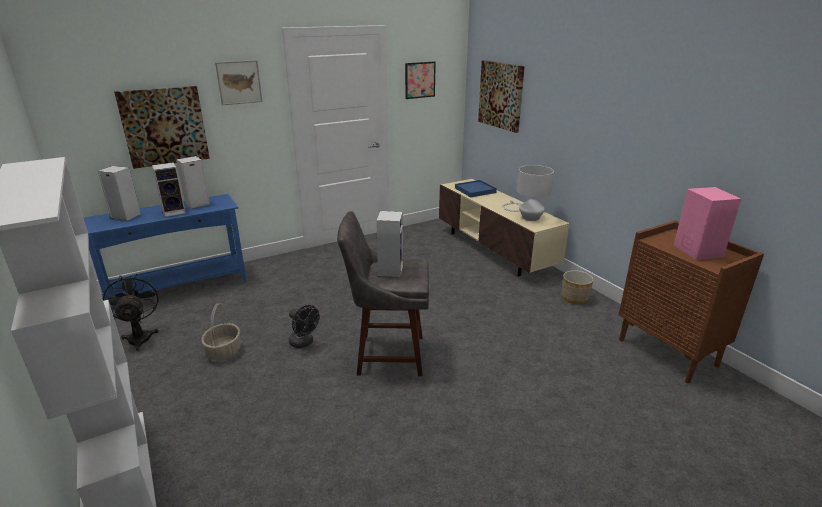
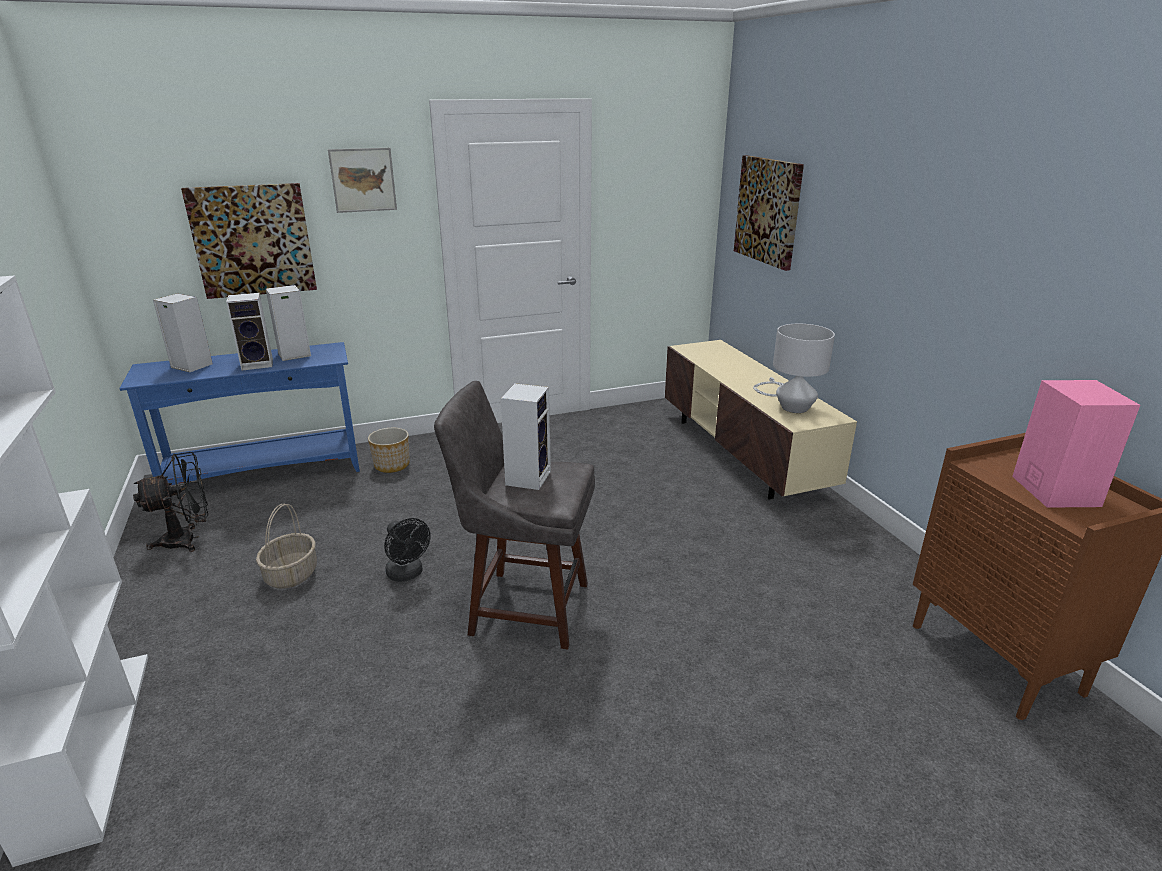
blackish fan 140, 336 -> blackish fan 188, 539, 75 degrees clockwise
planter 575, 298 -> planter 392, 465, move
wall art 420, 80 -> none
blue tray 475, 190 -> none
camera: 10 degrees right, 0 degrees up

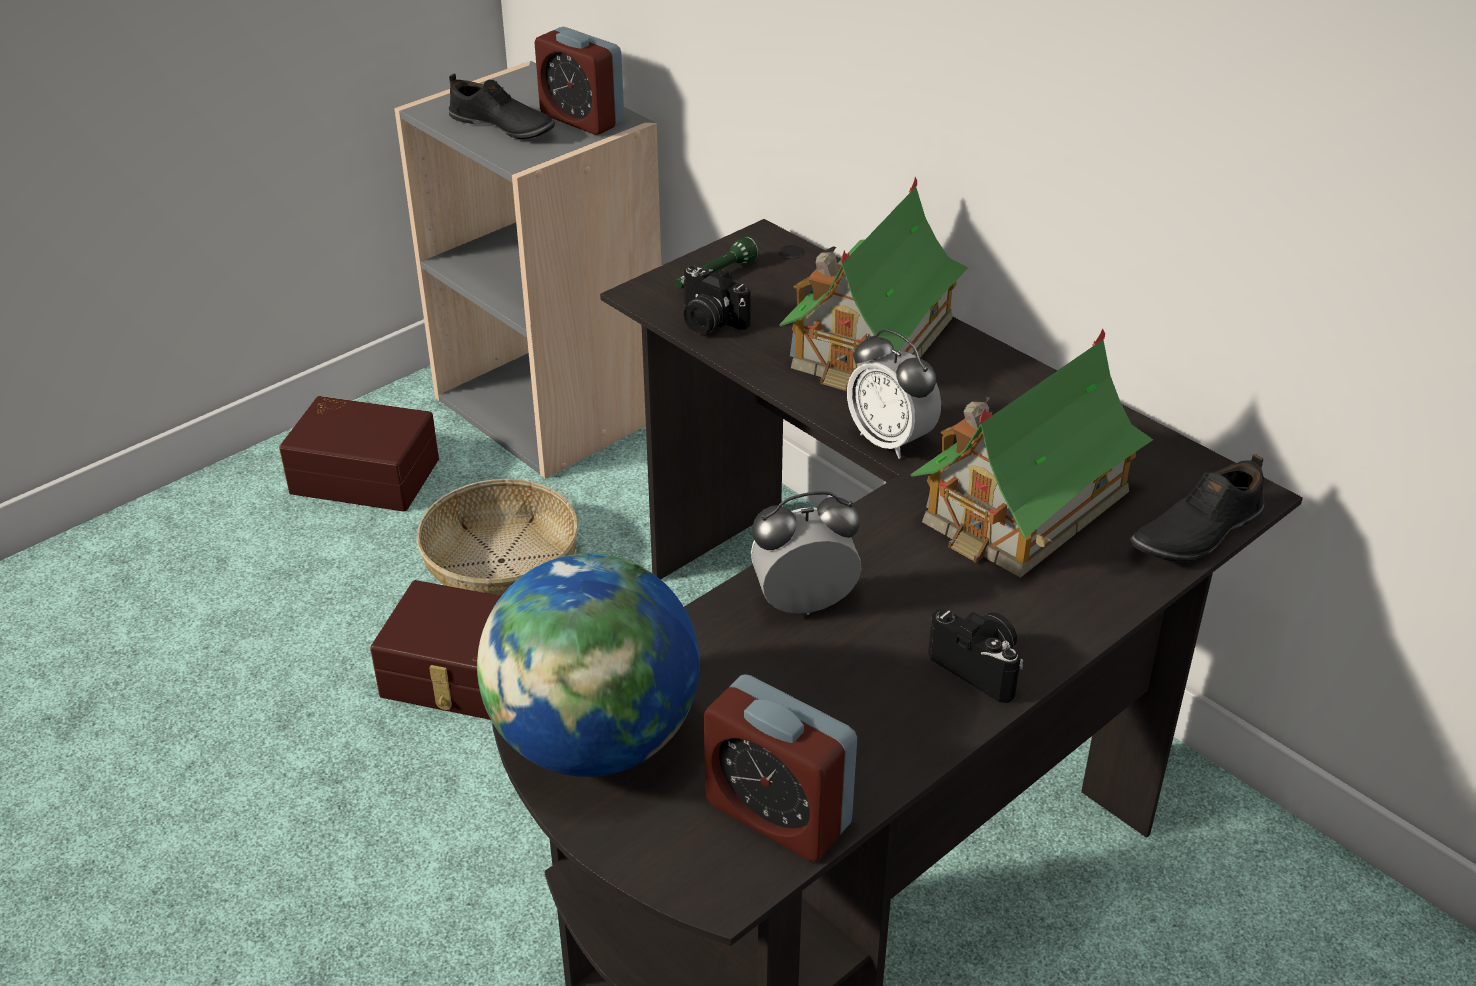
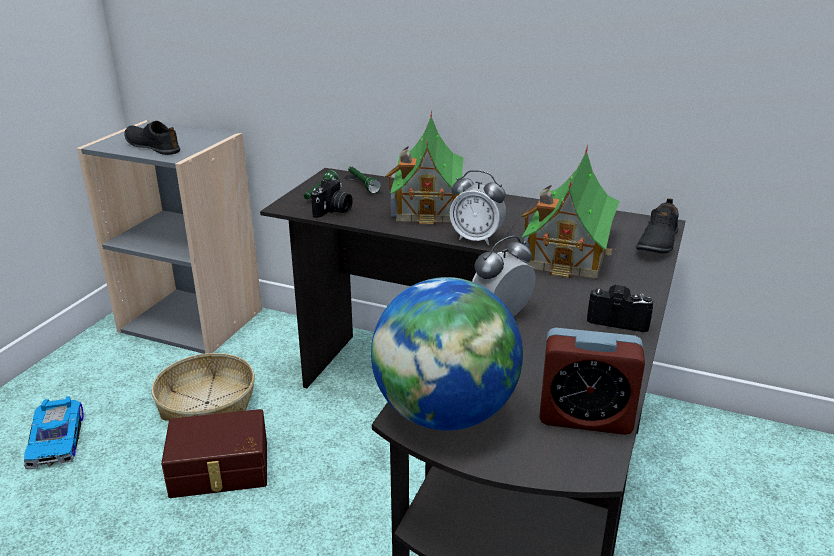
none -> model car 58, 440
blackish item of footwear 502, 127 -> blackish item of footwear 152, 146, 150 degrees counterclockwise
still camera 709, 322 -> still camera 333, 211, 75 degrees counterclockwise
none -> green-coloured hand torch 362, 184
brownish storage container 366, 473 -> none
table clock 582, 119 -> none
camera: 25 degrees left, 10 degrees down

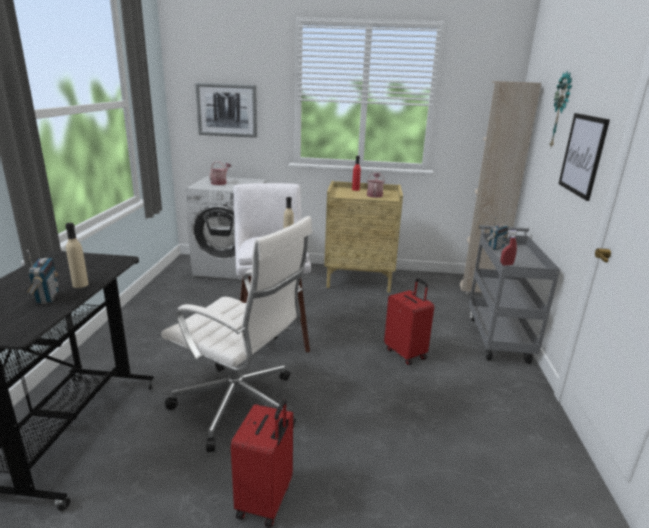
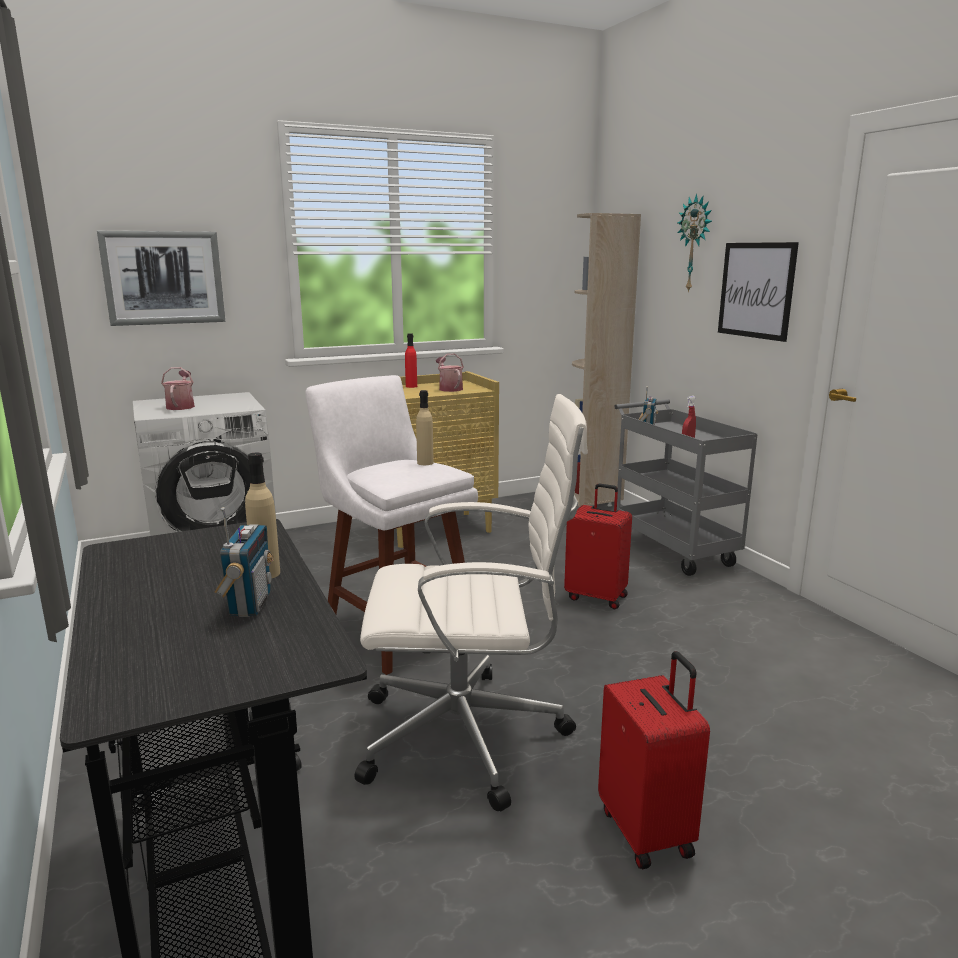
radio 47, 298 -> radio 249, 604, 45 degrees clockwise
camera: 30 degrees left, 5 degrees down

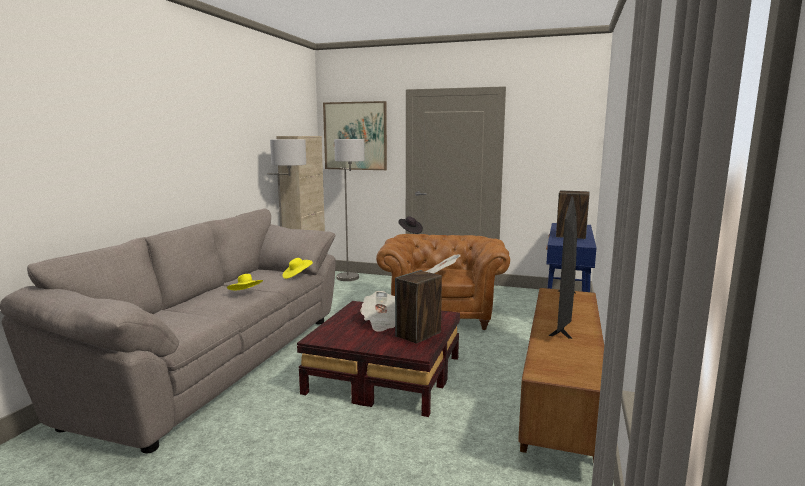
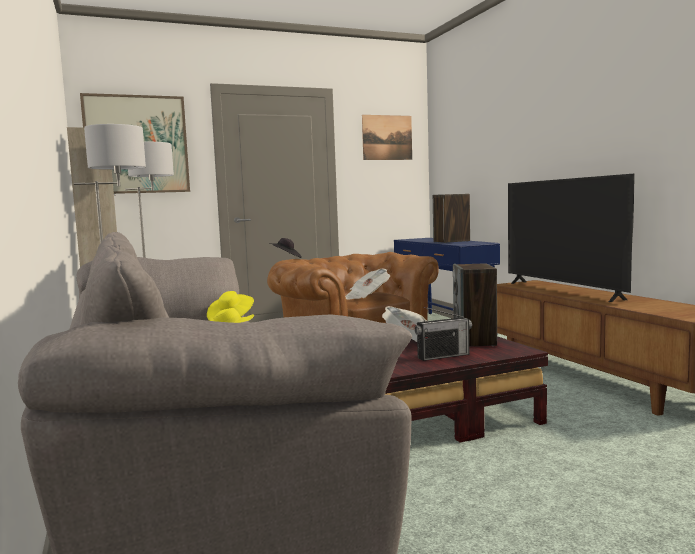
none -> wall art 387, 137
none -> radio 443, 356
camera: 40 degrees left, 5 degrees down

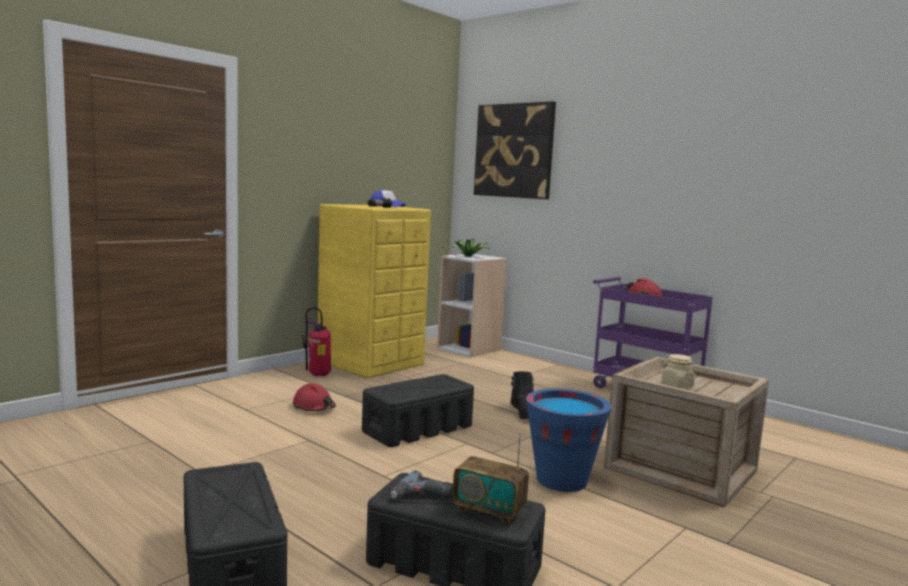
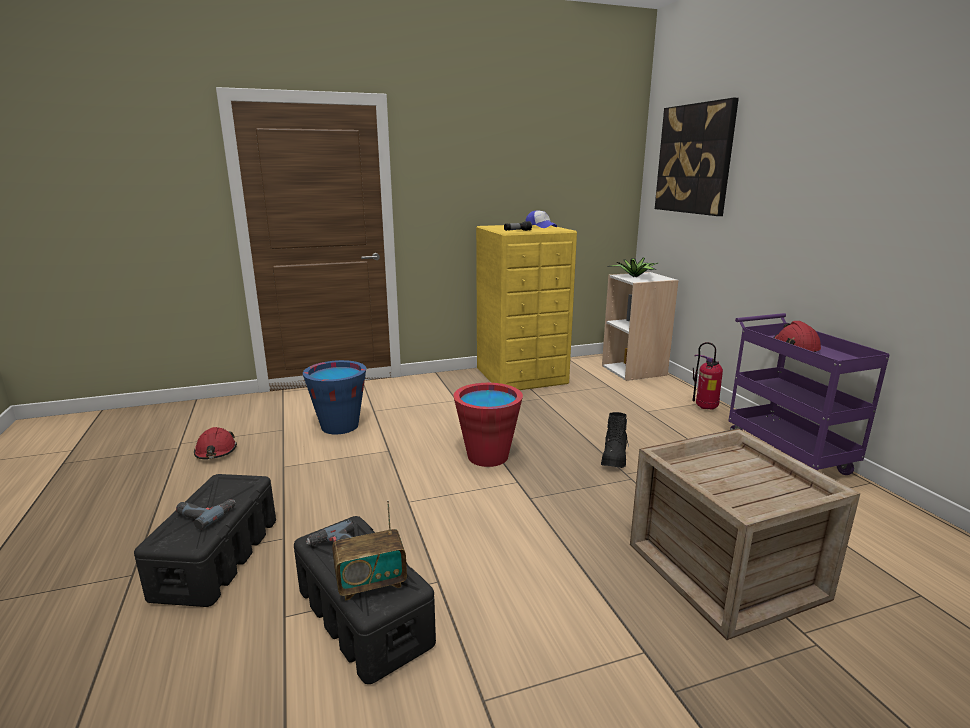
none -> power drill 205, 514
reddish hard hat 314, 407 -> reddish hard hat 216, 452, move
blue bucket 561, 480 -> blue bucket 340, 426, move
radio 489, 511 -> radio 371, 583, 75 degrees counterclockwise
blackish storage container 417, 429 -> reddish bucket 488, 456
fire-fighting cylinder 318, 375 -> fire-fighting cylinder 704, 408, move
sand-coloured jar 676, 385 -> none
camera: 30 degrees right, 10 degrees up

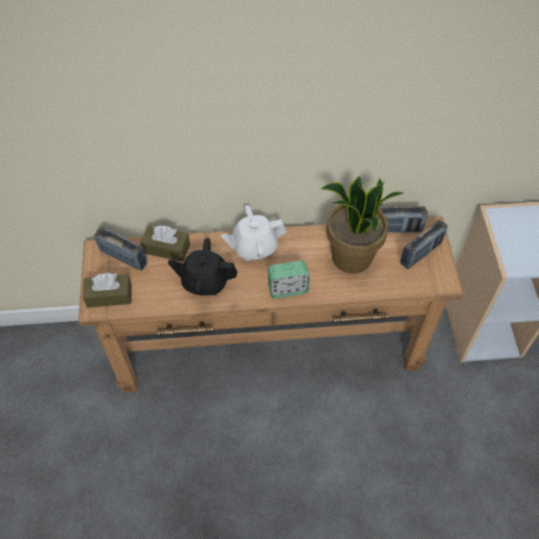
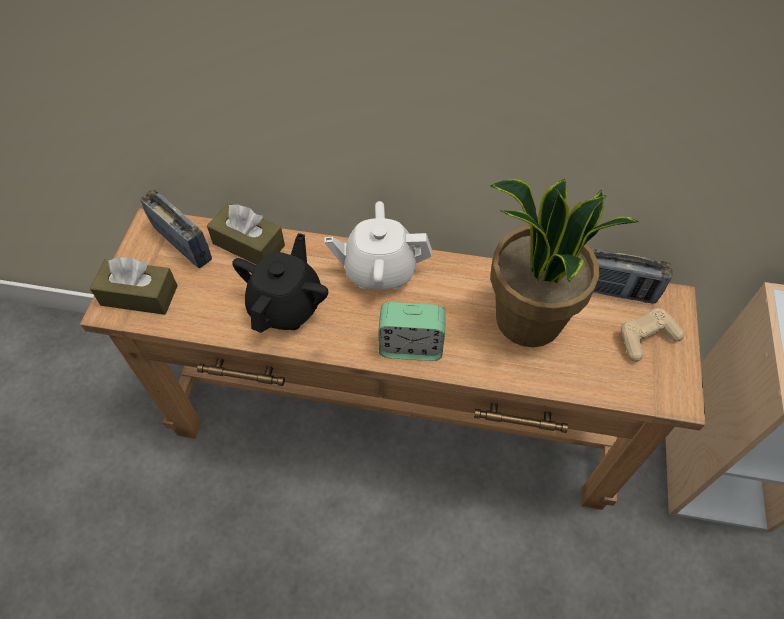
blackish tea pot 205, 281 -> blackish tea pot 286, 306, 90 degrees clockwise
radio 421, 253 -> sand-coloured gamepad 646, 338
camera: 15 degrees right, 0 degrees up

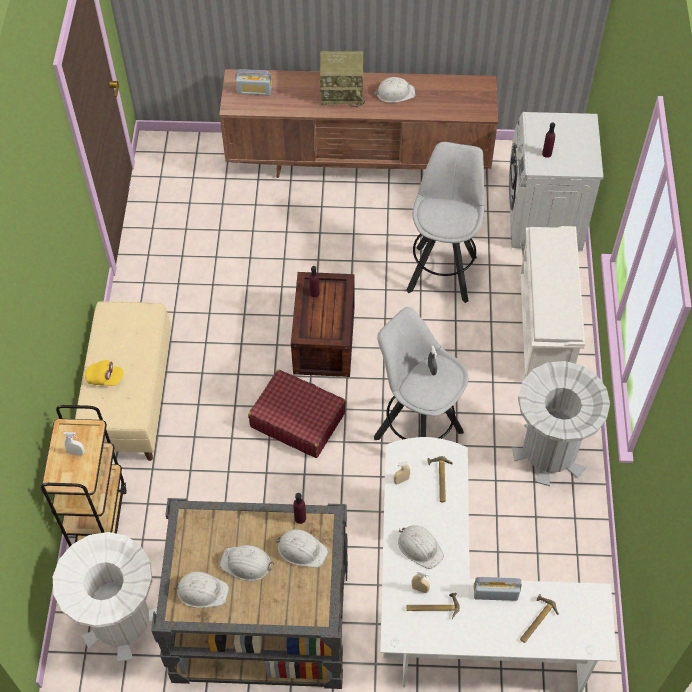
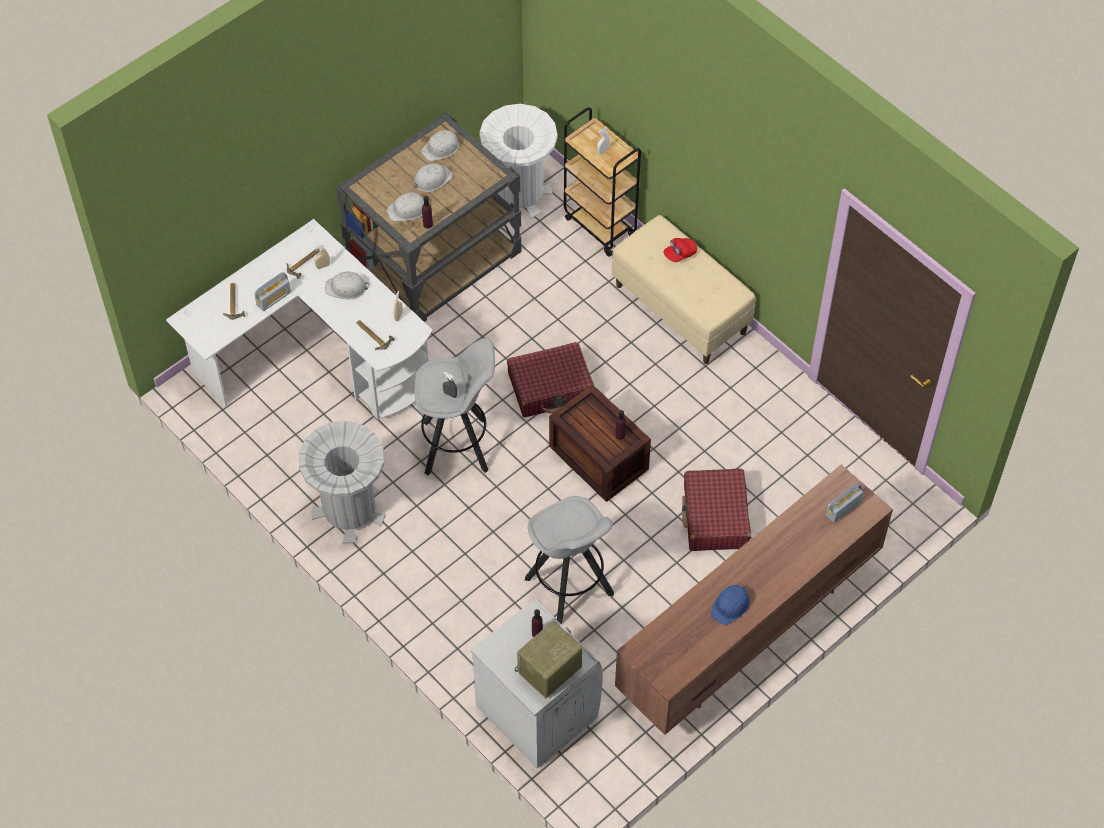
radio 342, 92 -> radio 549, 671, move
yellow-coloured peaked cap 105, 378 -> reddish peaked cap 680, 254
none -> reddish travel case 715, 517
whitish hard hat 395, 93 -> blue hard hat 731, 605
whitish shoe rack 545, 330 -> none
camera: 135 degrees right, 0 degrees up

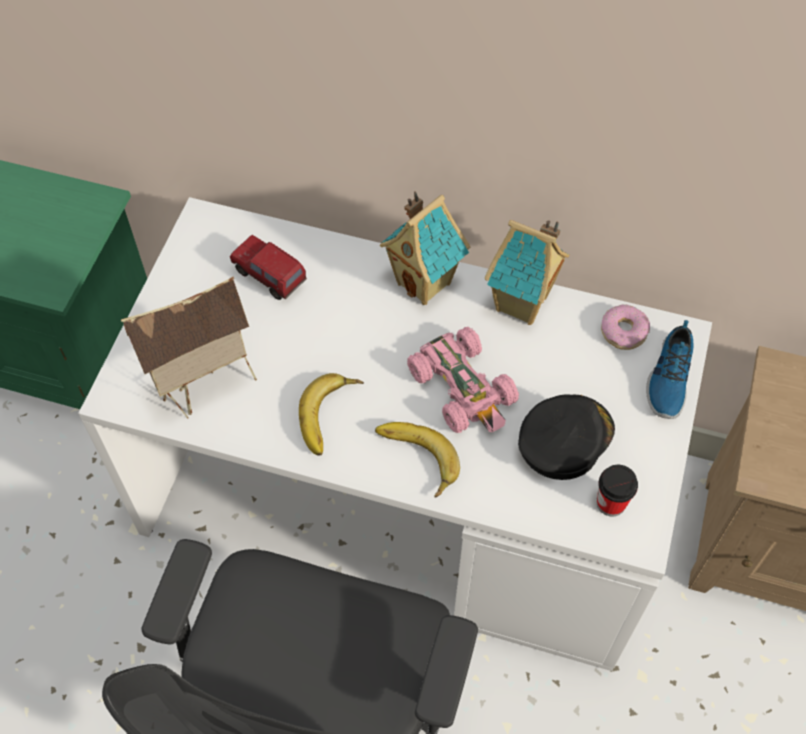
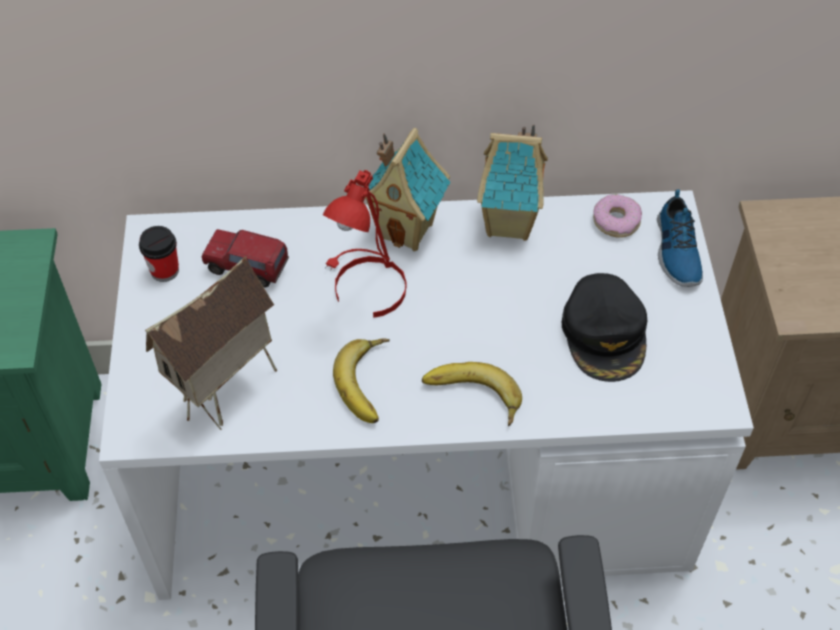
drinking cup 611, 503 -> drinking cup 165, 271, move
none -> reddish table lamp 365, 287
blackish peaked cap 564, 438 -> blackish peaked cap 605, 334, 150 degrees clockwise
pink-coloured model car 463, 388 -> none
camera: 20 degrees left, 5 degrees down

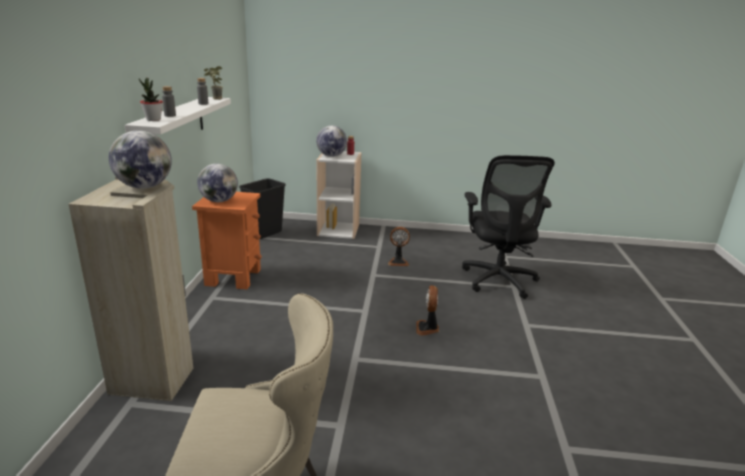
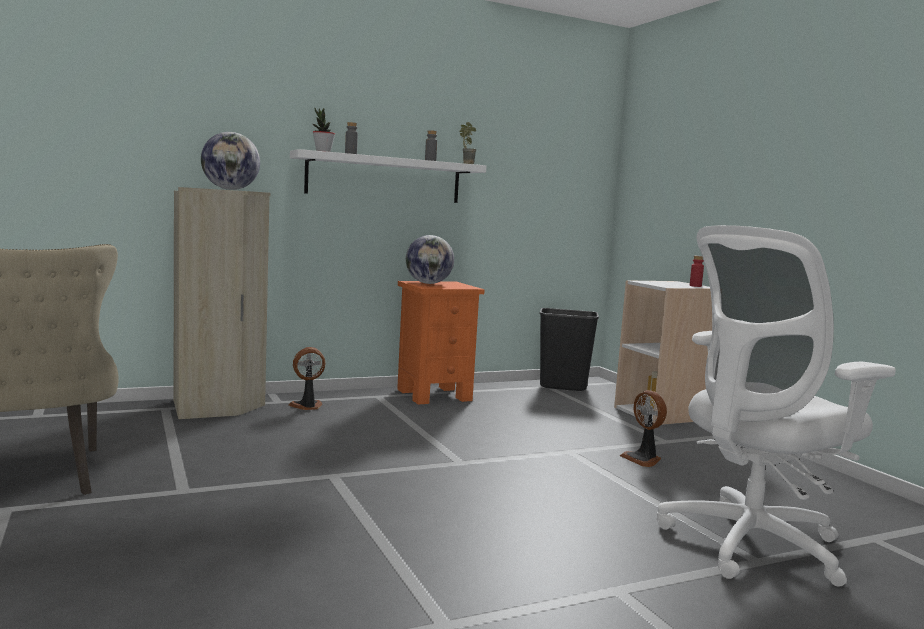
fan 427, 328 -> fan 307, 406, move
blackish desk chair 496, 278 -> whitish desk chair 756, 540
world globe 331, 156 -> none
camera: 60 degrees right, 15 degrees down

